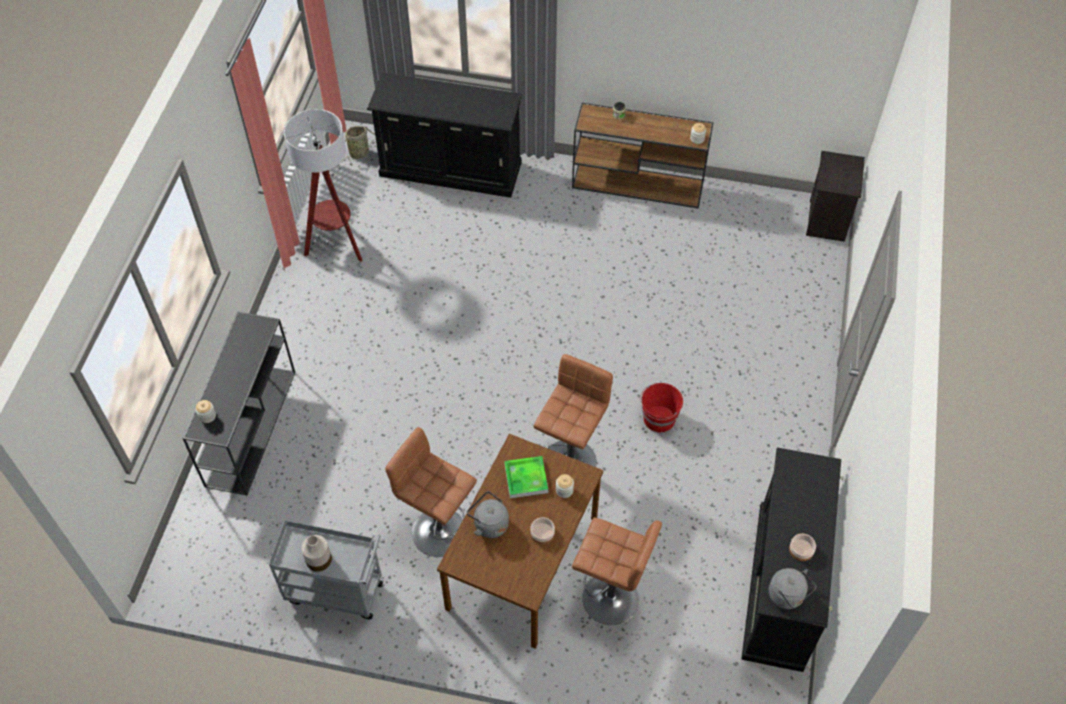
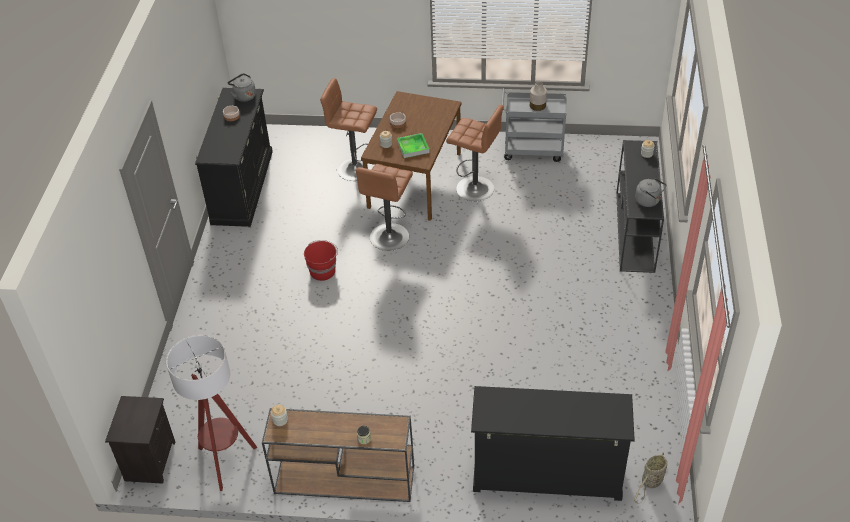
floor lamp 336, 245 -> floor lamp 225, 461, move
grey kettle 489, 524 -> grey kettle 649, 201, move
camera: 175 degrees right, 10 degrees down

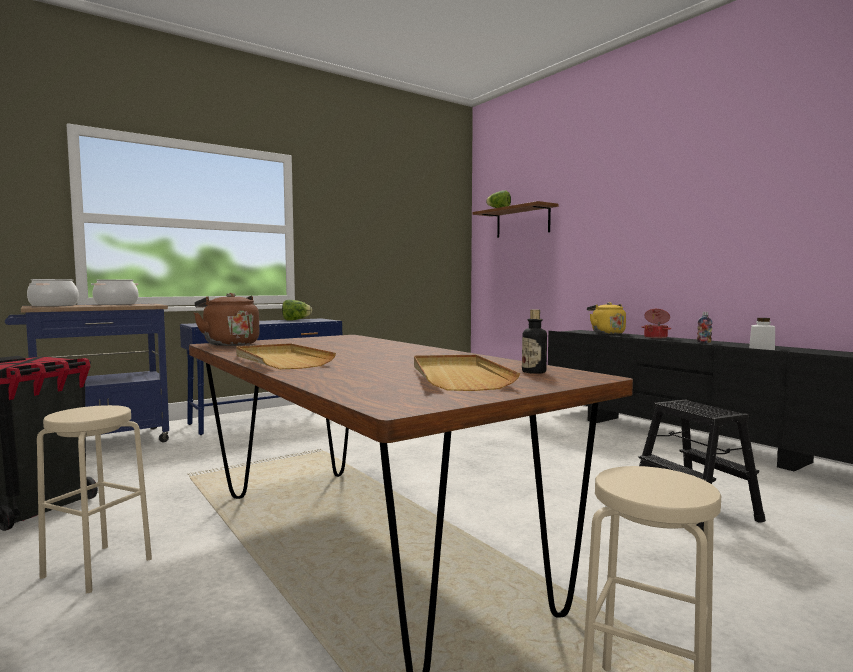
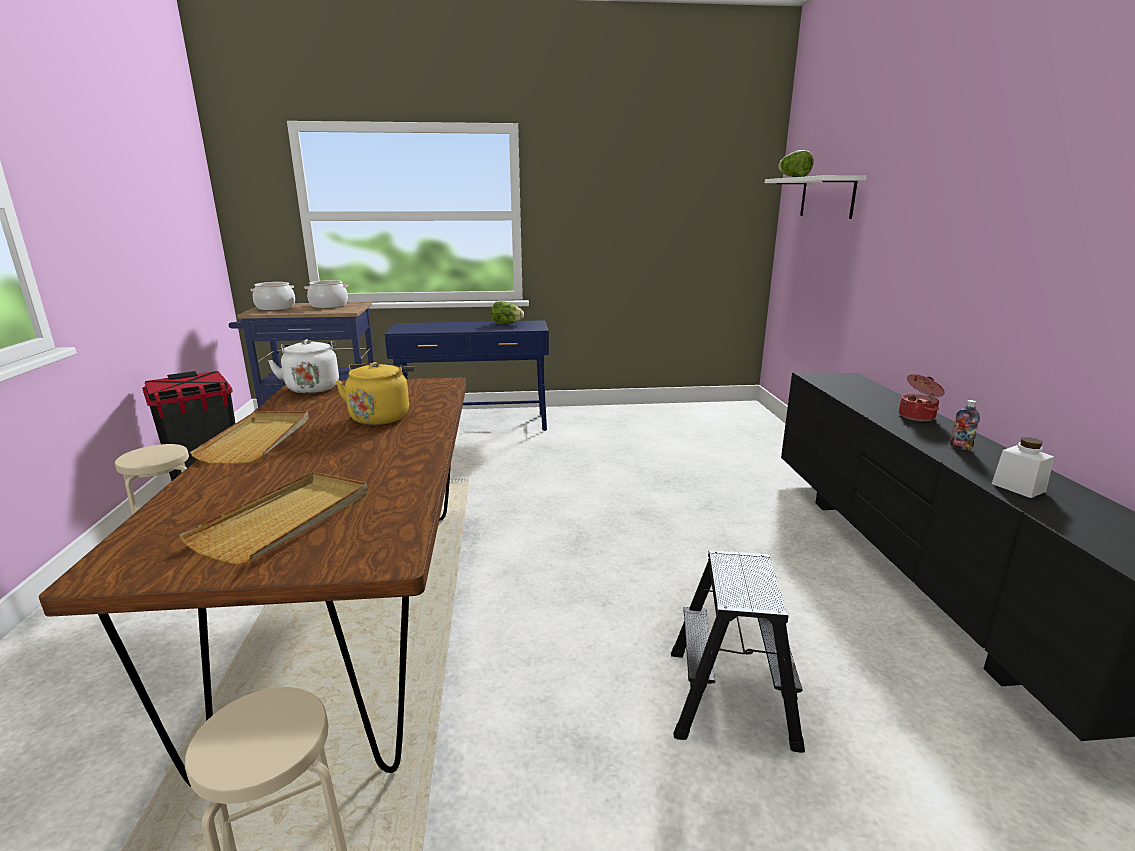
brownish kettle 229, 344 -> whitish kettle 312, 387
yellow-coloured kettle 606, 333 -> yellow-coloured kettle 381, 416, move
brownish shelf 522, 222 -> whitish shelf 827, 197
beverage bottle 534, 372 -> none
camera: 30 degrees right, 15 degrees up

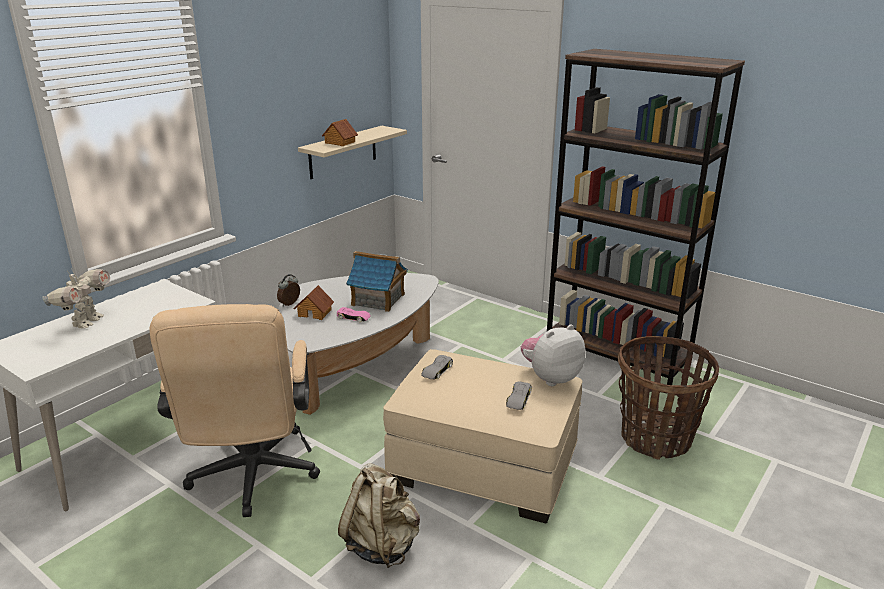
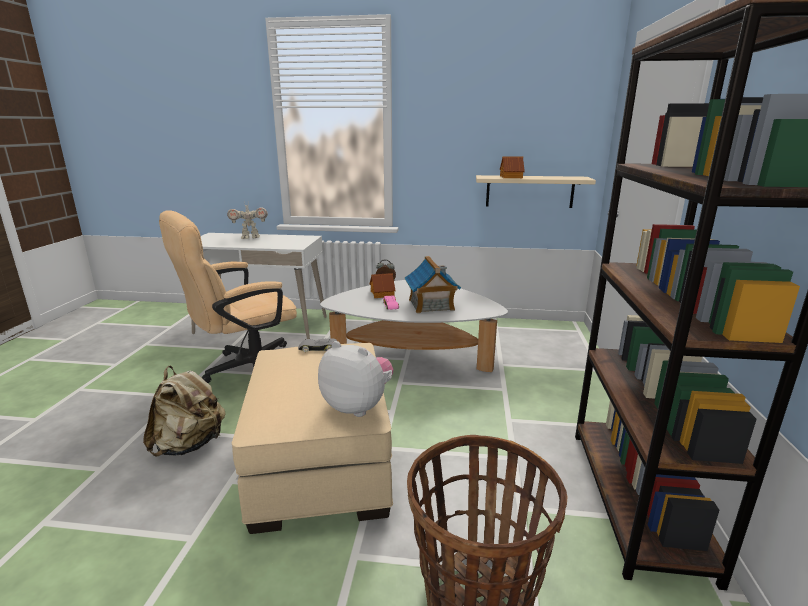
grey model car 518, 399 -> none
camera: 60 degrees right, 5 degrees down

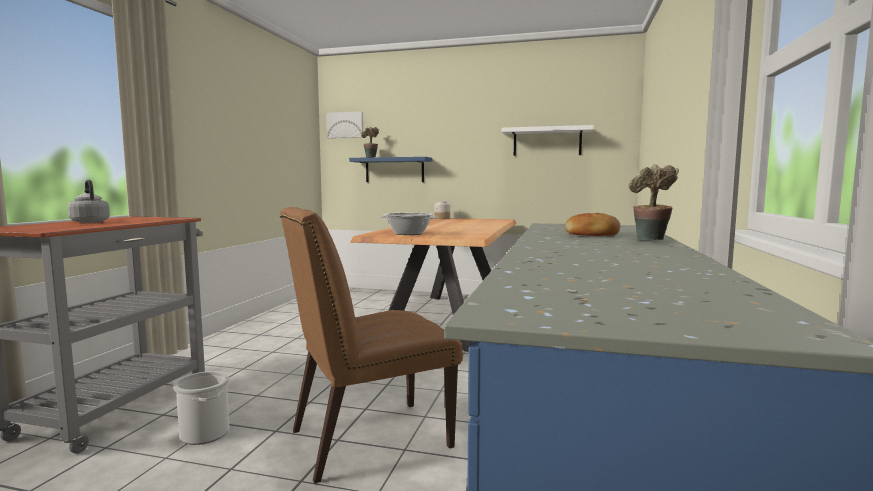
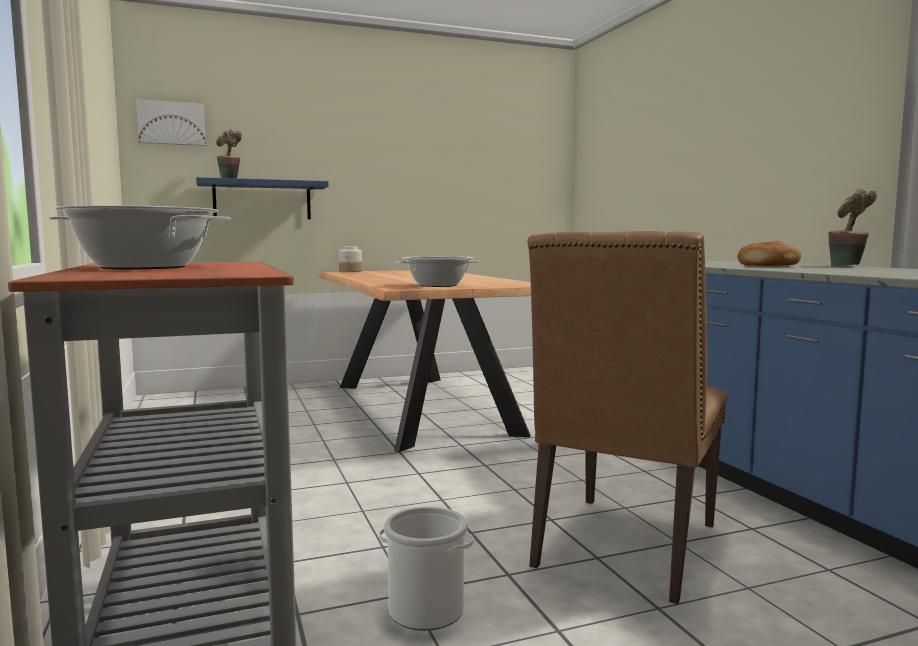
grey kettle 89, 222 -> saucepot 142, 267
whitish shelf 547, 142 -> none
camera: 35 degrees left, 0 degrees up

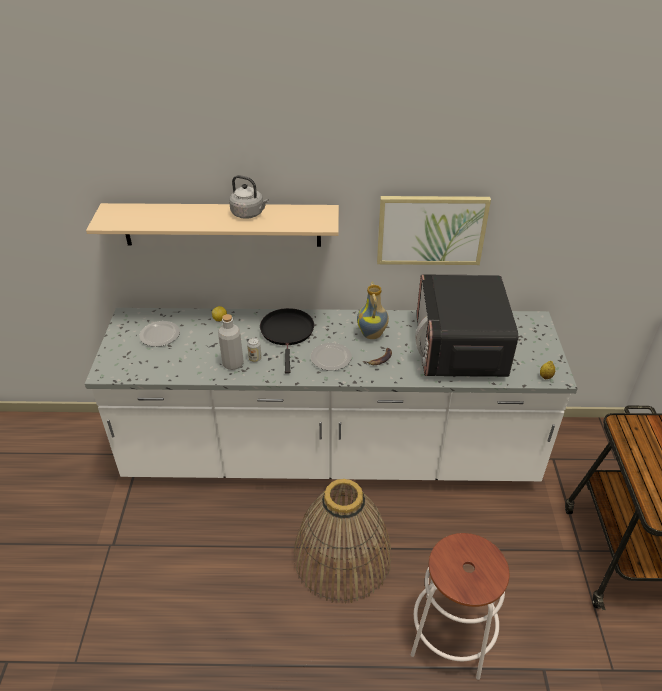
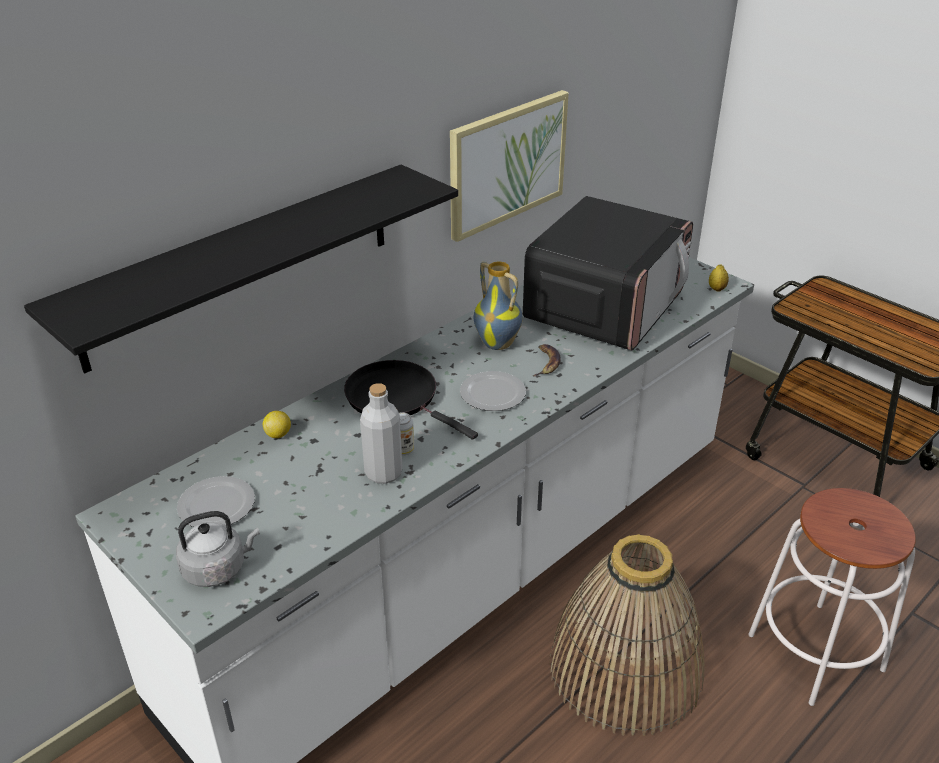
sand-coloured shelf 222, 225 -> blackish shelf 242, 264
grey kettle 249, 214 -> grey kettle 218, 568, move
microwave oven 459, 348 -> microwave oven 605, 307, 105 degrees counterclockwise
camera: 45 degrees left, 5 degrees down

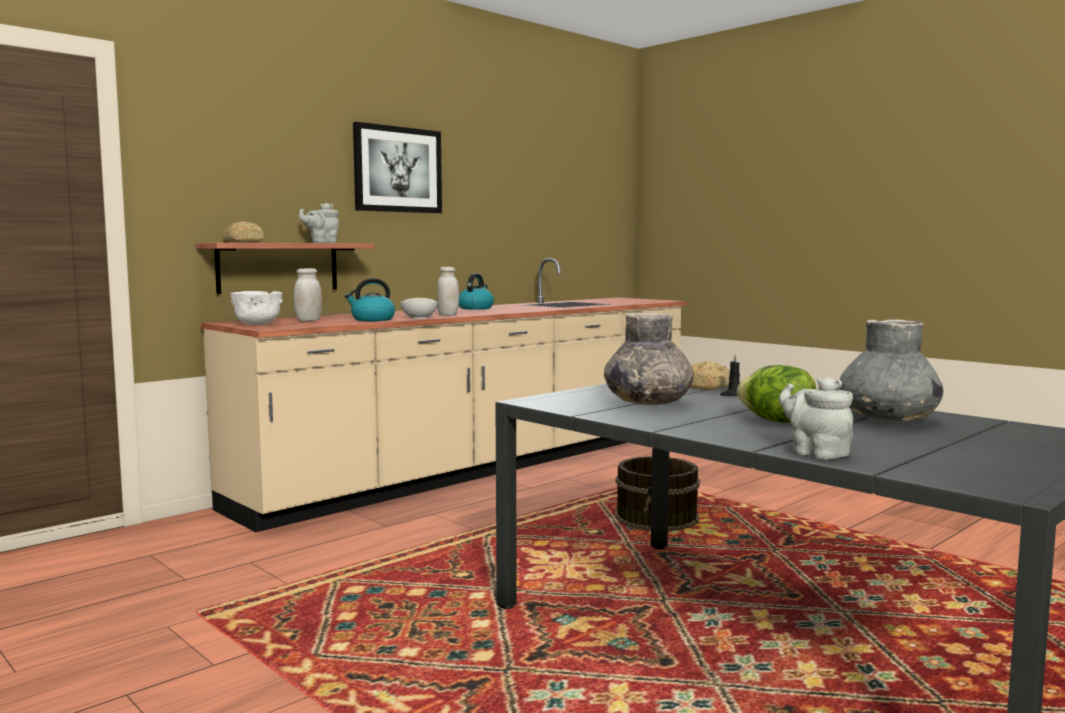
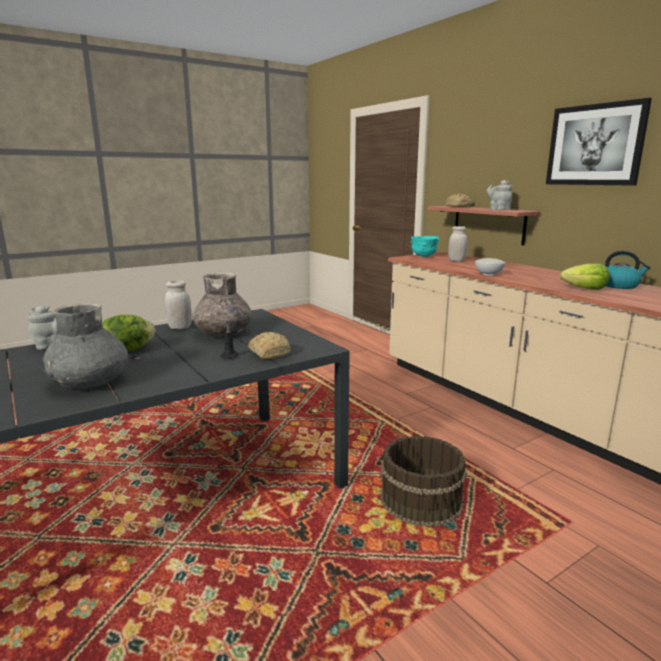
whitish jar 448, 315 -> whitish jar 180, 327, move
whitish serving bowl 257, 325 -> turquoise-coloured serving bowl 423, 256
none -> lettuce head 585, 289
kettle 372, 319 -> none
camera: 100 degrees right, 10 degrees up

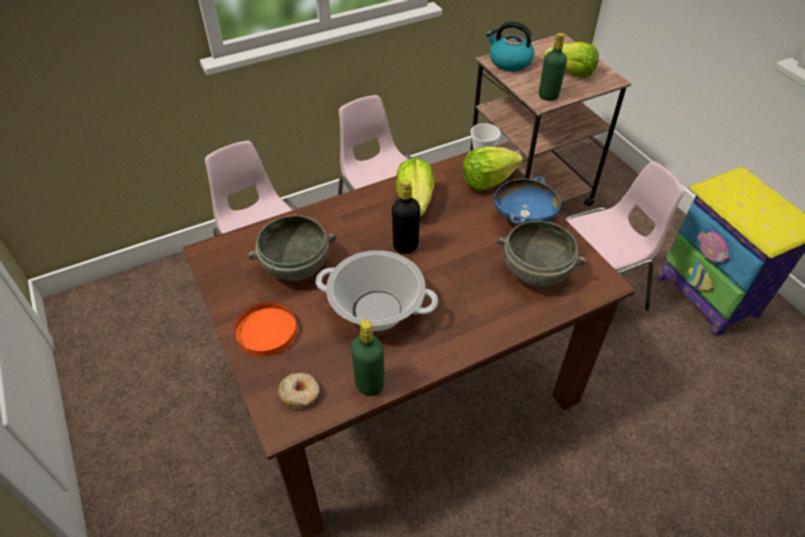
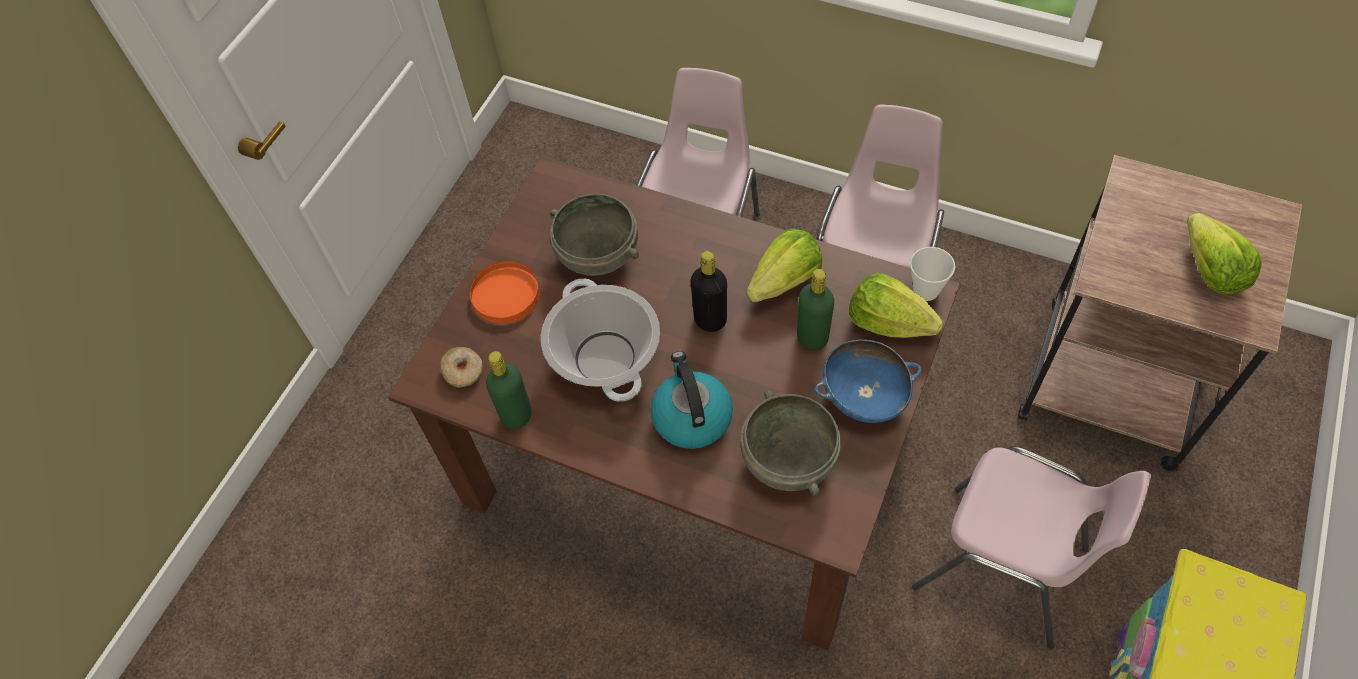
kettle 509, 62 -> kettle 691, 416, move
green-coloured beverage bottle 548, 96 -> green-coloured beverage bottle 812, 338, move
camera: 55 degrees right, 10 degrees up

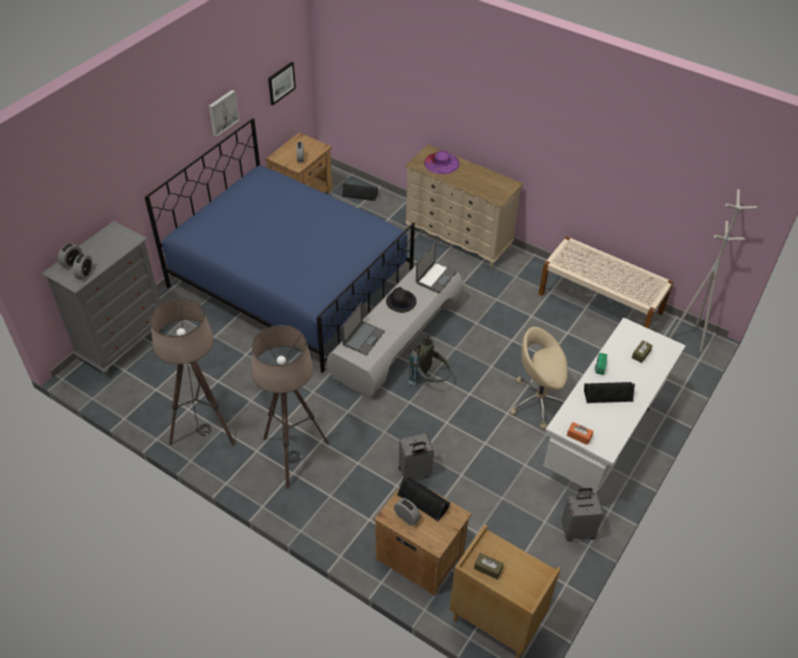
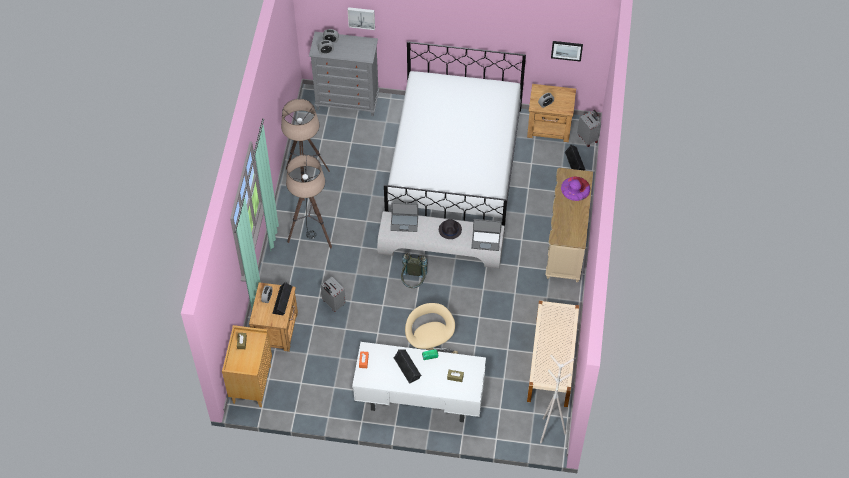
wall art 222, 112 -> wall art 361, 17, move
blue sleeping bed 290, 282 -> whitish sleeping bed 454, 163
grey travel case 577, 531 -> grey travel case 588, 138, move
camera: 65 degrees right, 10 degrees up

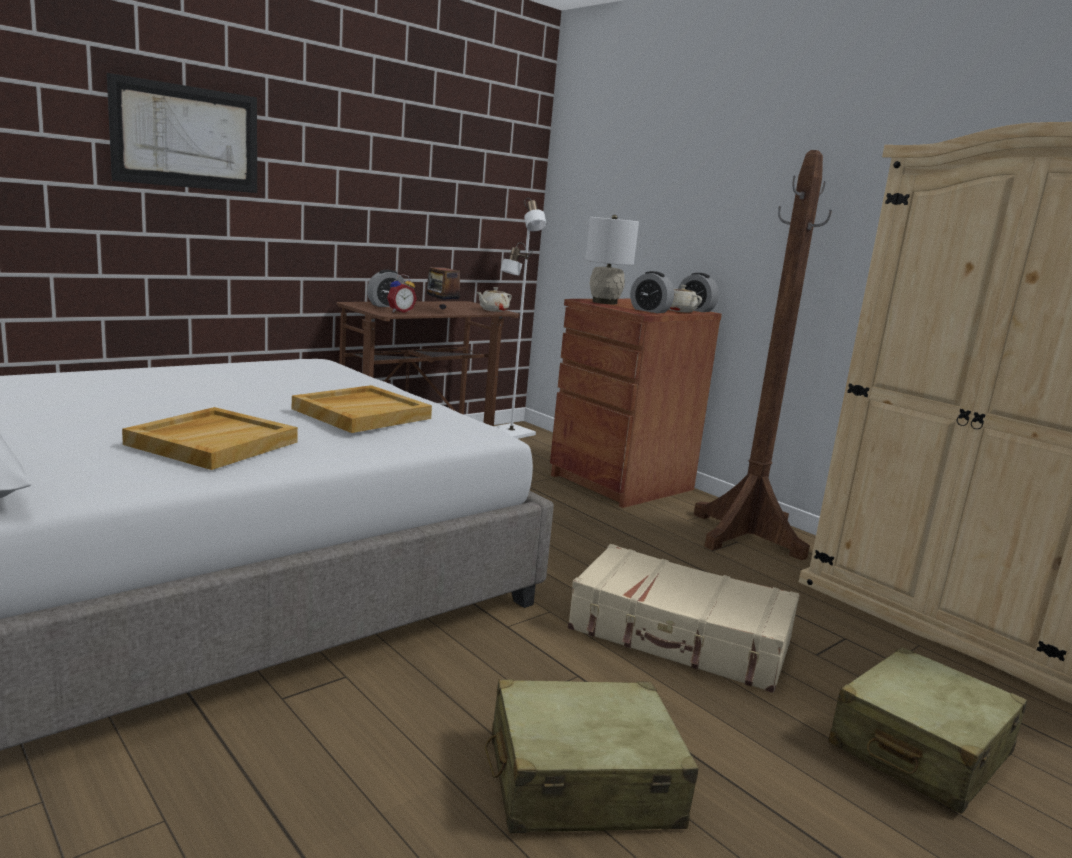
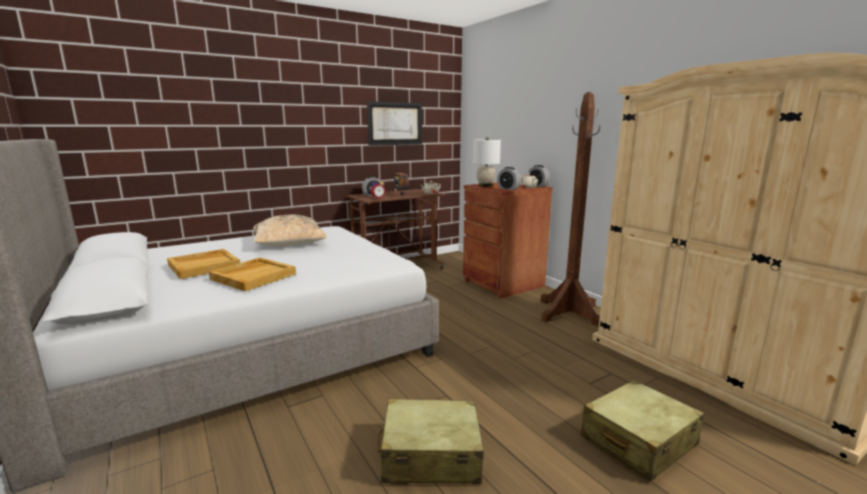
sand-coloured tray 362, 413 -> sand-coloured tray 204, 266, move
none -> sand-coloured cushion 289, 242
wall art 186, 137 -> wall art 395, 123, move
whitish floor lamp 511, 433 -> none
sand-coloured travel case 680, 636 -> none
camera: 10 degrees right, 0 degrees up

